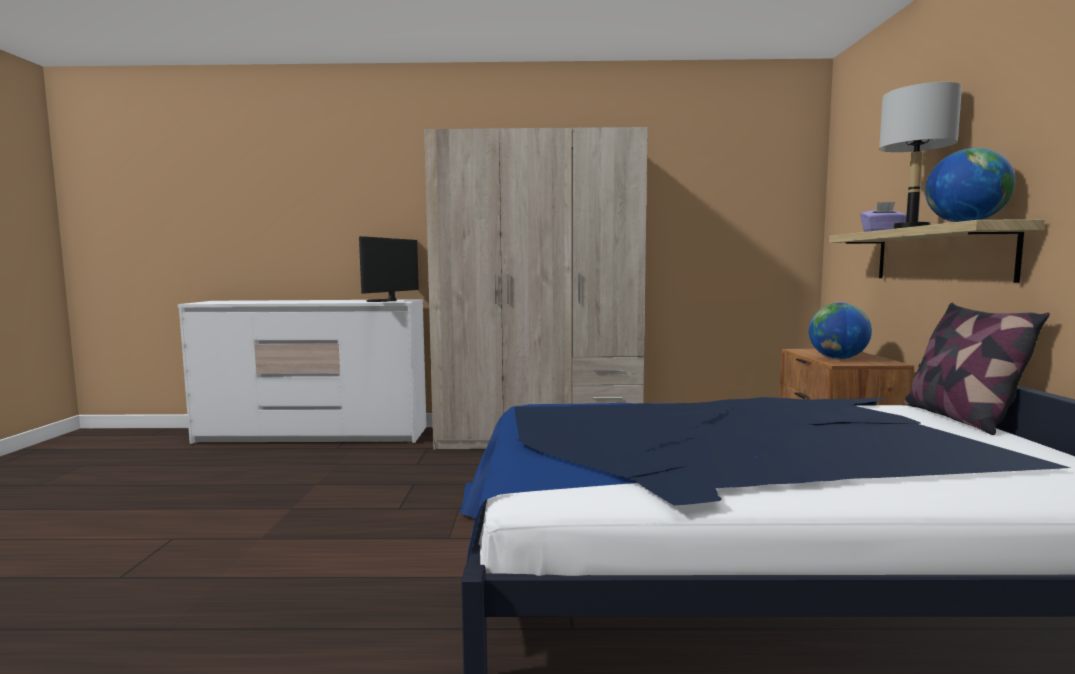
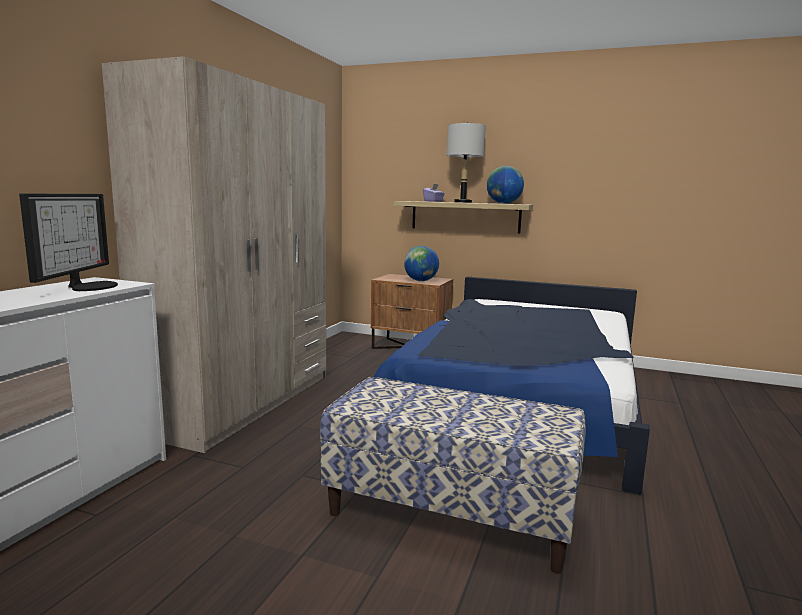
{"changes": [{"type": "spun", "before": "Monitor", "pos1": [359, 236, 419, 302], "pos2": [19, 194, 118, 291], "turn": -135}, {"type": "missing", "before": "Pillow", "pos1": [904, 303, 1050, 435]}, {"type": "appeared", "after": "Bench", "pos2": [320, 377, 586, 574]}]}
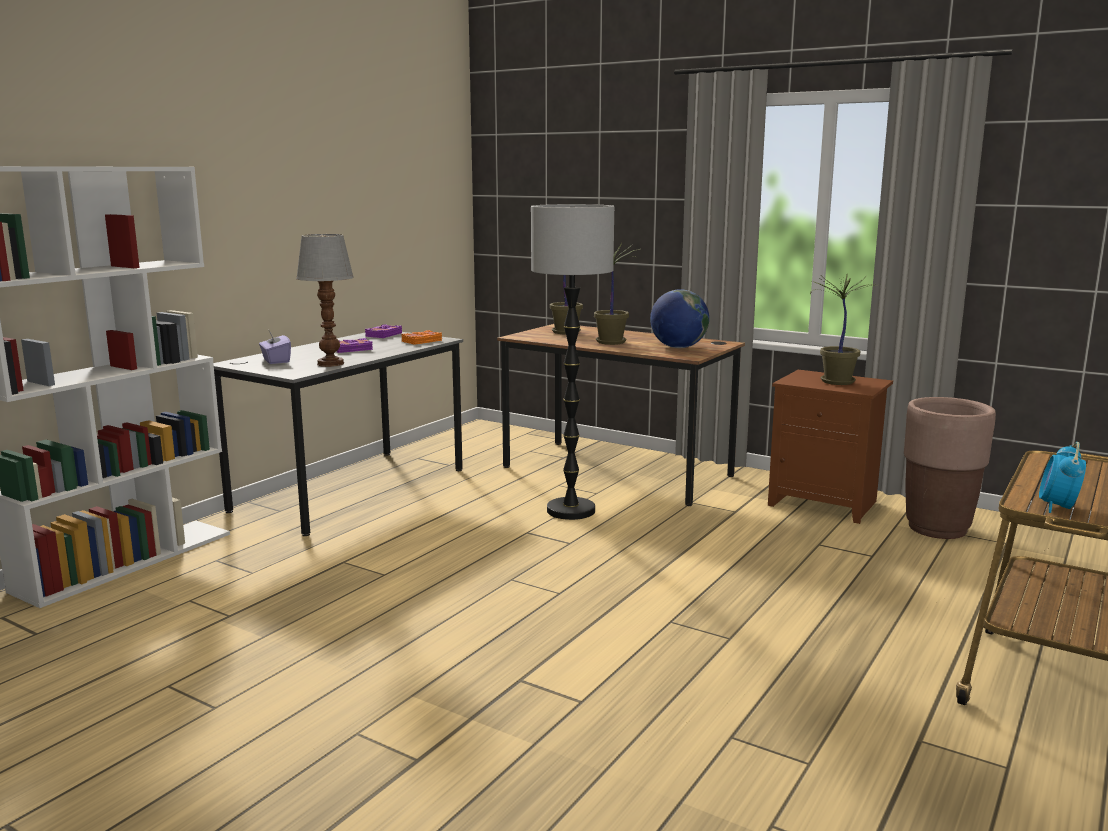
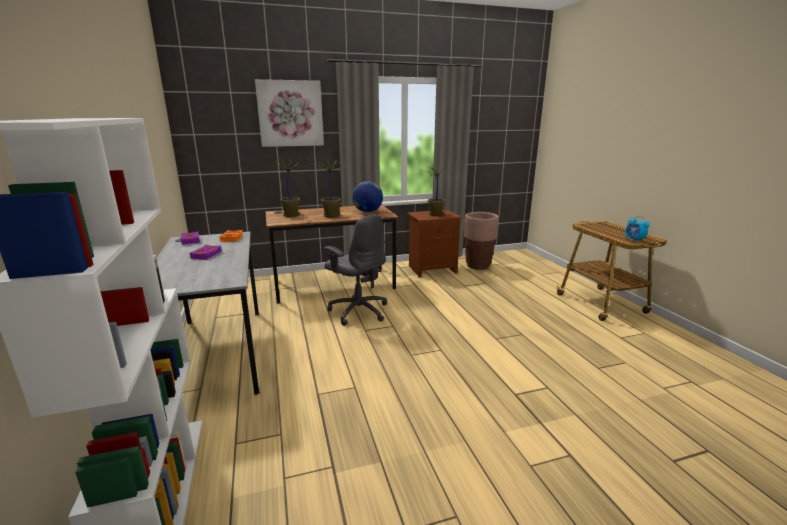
{"changes": [{"type": "missing", "before": "PurpleTissueBox", "pos1": [259, 329, 291, 364]}, {"type": "missing", "before": "TableLamp", "pos1": [296, 234, 354, 367]}, {"type": "exchanged", "before": "FloorLamp", "after": "GreyOfficeChair", "pos1": [531, 204, 614, 520], "pos2": [324, 214, 387, 326]}, {"type": "appeared", "after": "Picture", "pos2": [255, 79, 324, 147]}]}
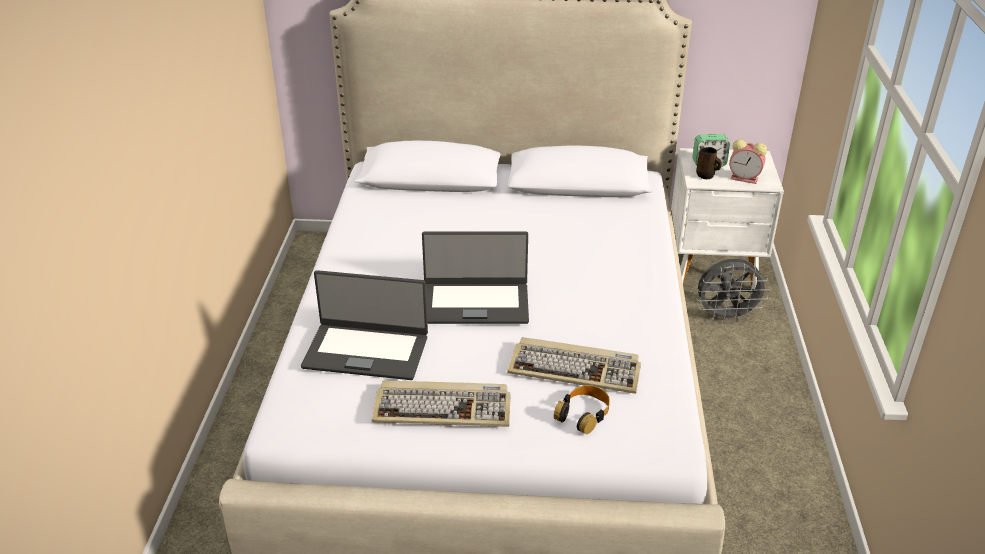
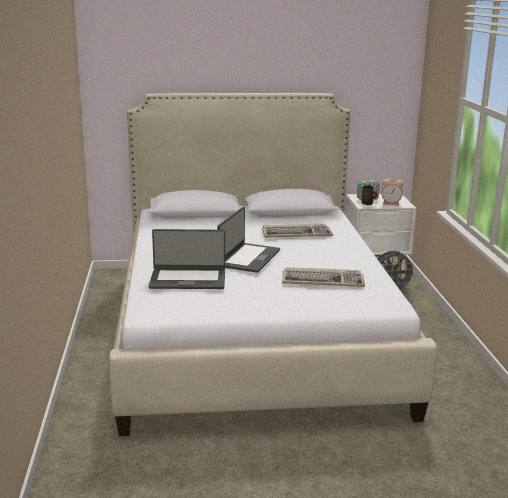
{"changes": [{"type": "relocated", "before": "Keyboard", "pos1": [372, 381, 511, 427], "pos2": [262, 224, 333, 237]}, {"type": "spun", "before": "Laptop", "pos1": [422, 231, 529, 324], "pos2": [217, 207, 280, 273], "turn": -60}, {"type": "missing", "before": "Headphones", "pos1": [554, 385, 610, 434]}]}
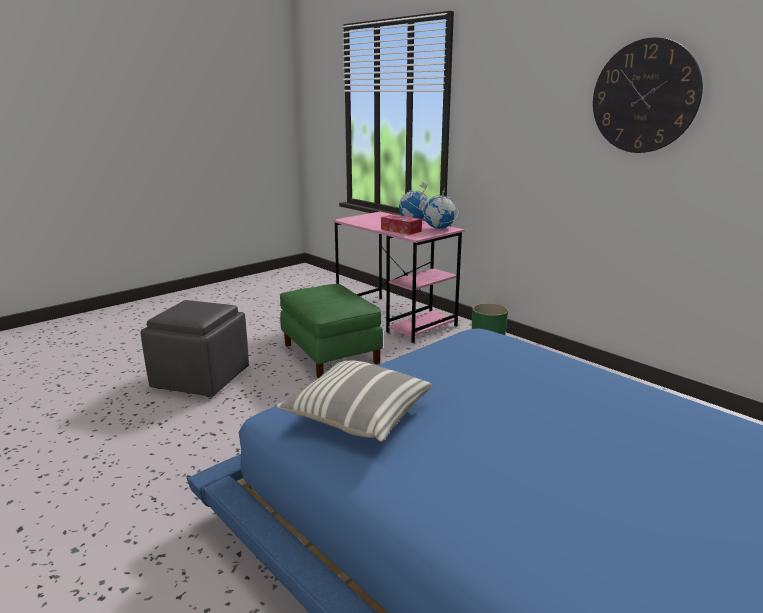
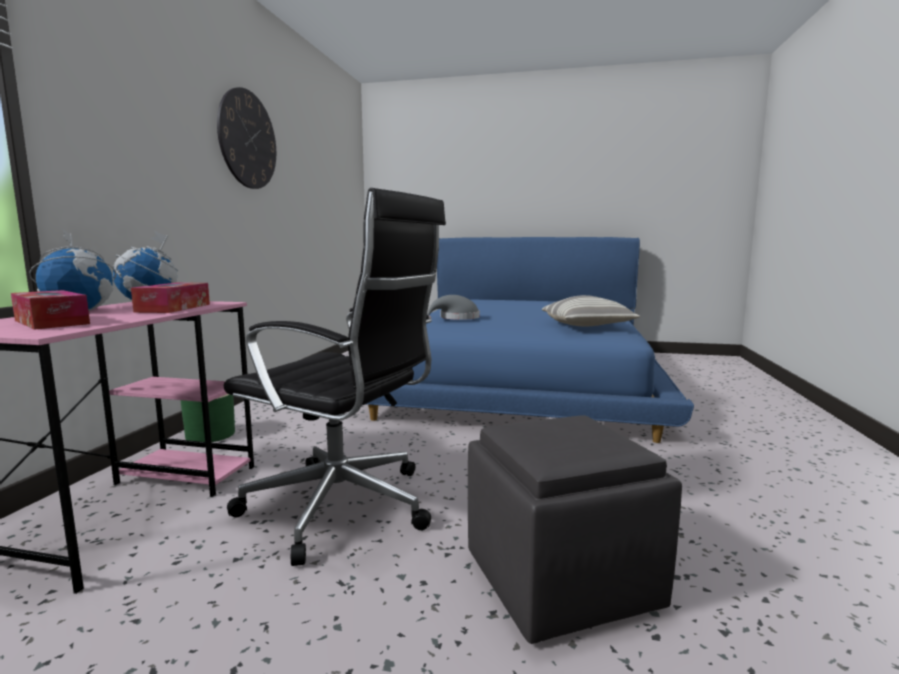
{"changes": [{"type": "exchanged", "before": "GreenOttoman", "after": "BlackOfficeChair", "pos1": [280, 284, 383, 378], "pos2": [224, 188, 446, 566]}, {"type": "appeared", "after": "TissueBox", "pos2": [11, 290, 90, 330]}, {"type": "appeared", "after": "GreyHat", "pos2": [428, 295, 480, 320]}]}
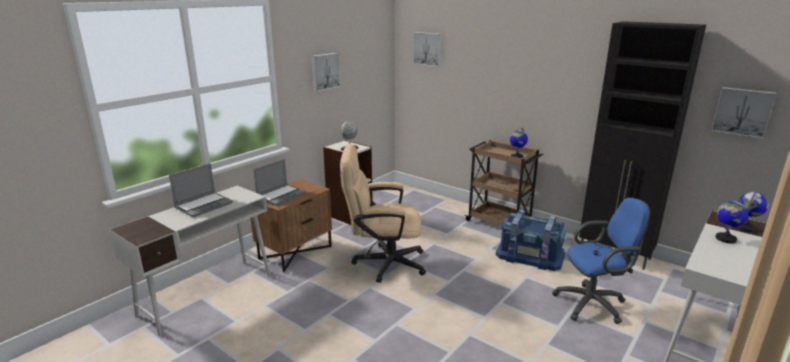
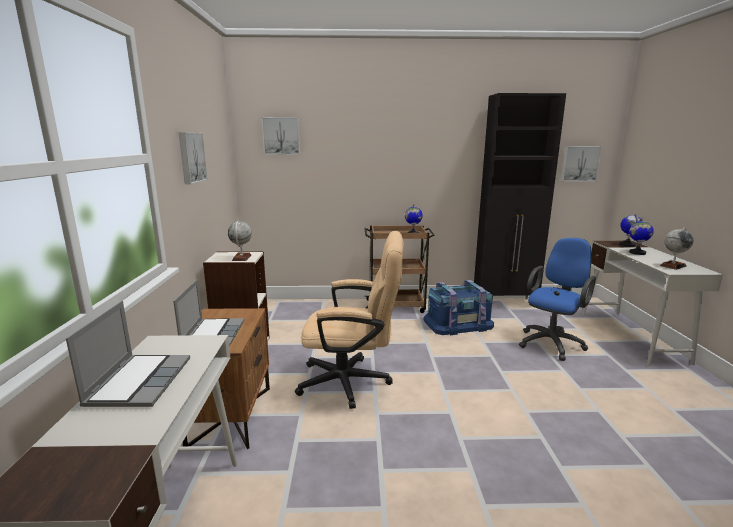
{"changes": [{"type": "spun", "before": "BeigeOfficeChair", "pos1": [340, 144, 426, 283], "pos2": [295, 231, 403, 409], "turn": -135}, {"type": "appeared", "after": "Globe", "pos2": [660, 228, 693, 270]}]}
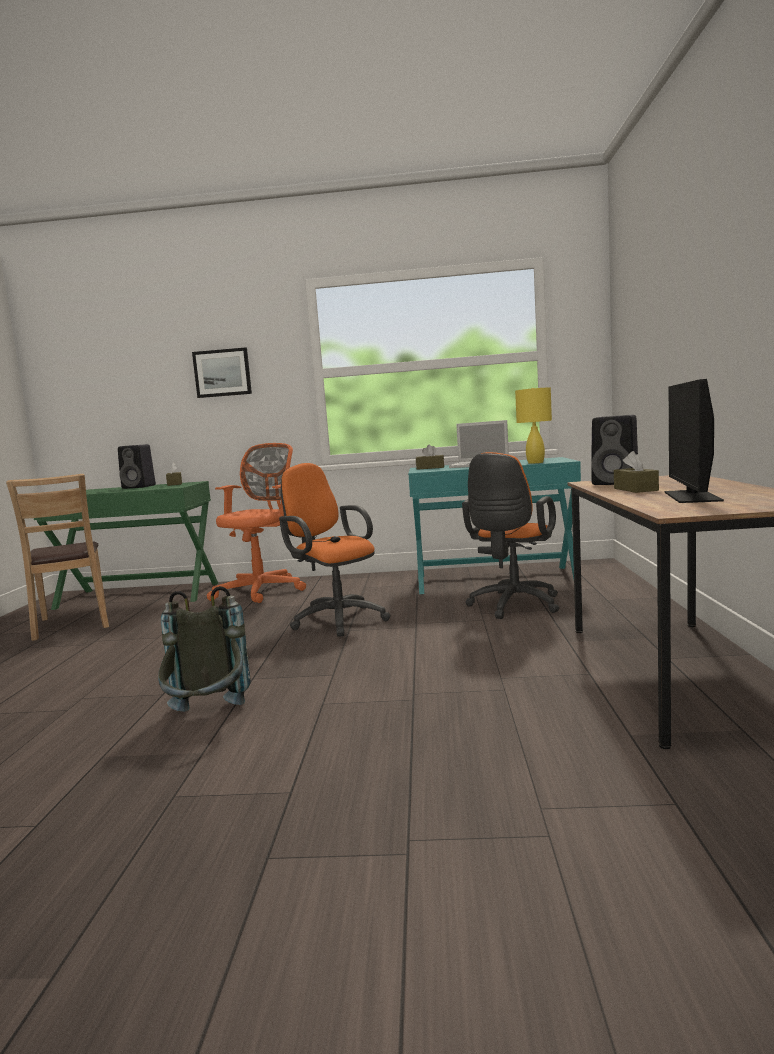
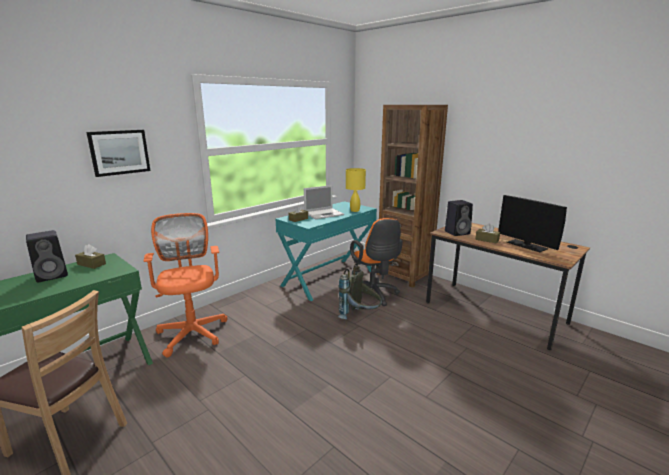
{"changes": [{"type": "relocated", "before": "GreyBackpack", "pos1": [158, 586, 251, 712], "pos2": [338, 263, 382, 319]}, {"type": "missing", "before": "OrangeOfficeChair", "pos1": [279, 463, 391, 637]}, {"type": "appeared", "after": "BrownBookcase", "pos2": [377, 105, 448, 288]}]}
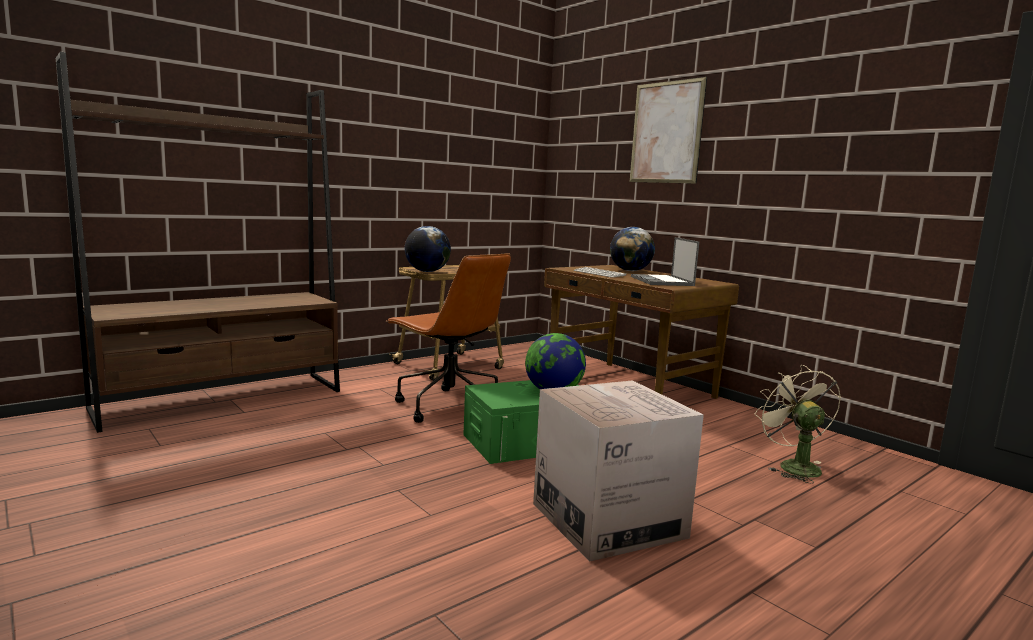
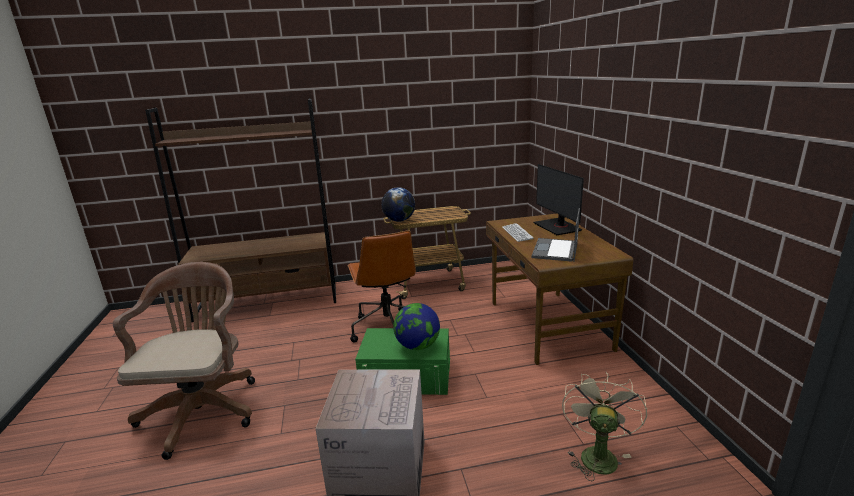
{"changes": [{"type": "exchanged", "before": "Globe", "after": "Monitor", "pos1": [610, 227, 655, 271], "pos2": [534, 164, 584, 235]}, {"type": "missing", "before": "Picture", "pos1": [630, 77, 707, 184]}, {"type": "appeared", "after": "BrownOfficeChair", "pos2": [113, 262, 255, 460]}]}
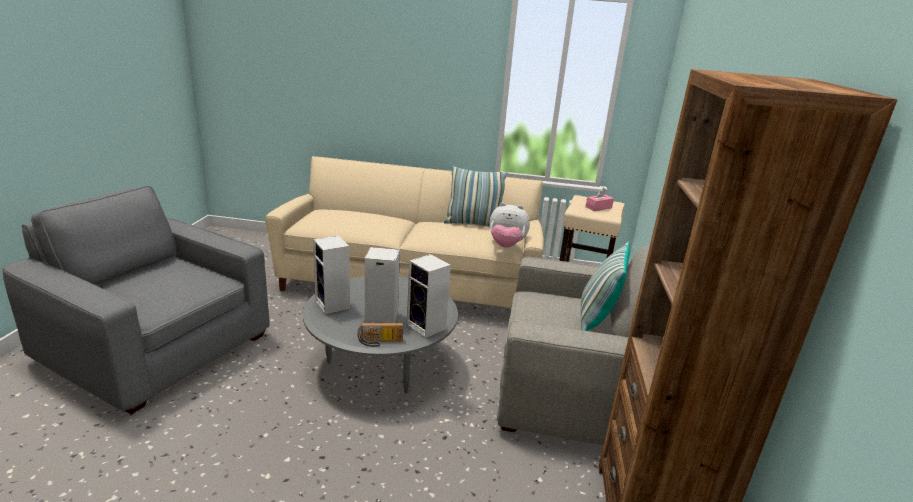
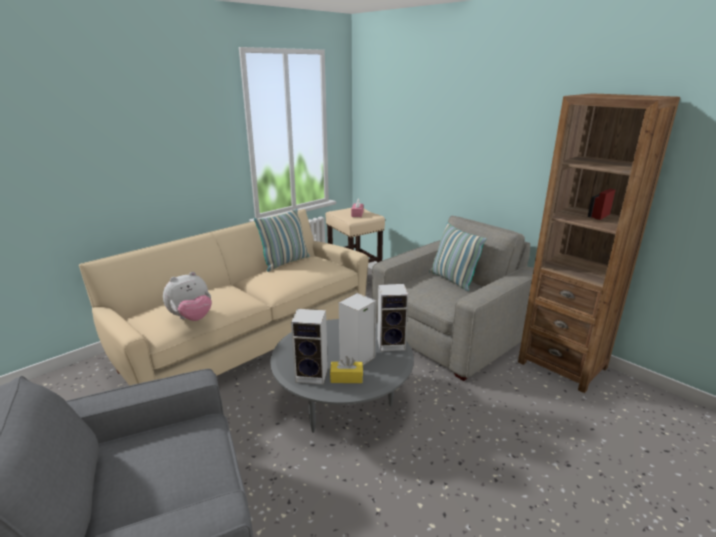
{"changes": [{"type": "missing", "before": "Radio", "pos1": [357, 323, 403, 347]}, {"type": "relocated", "before": "PlushToy", "pos1": [489, 203, 530, 248], "pos2": [163, 272, 212, 321]}, {"type": "appeared", "after": "YellowTissueBox", "pos2": [330, 356, 363, 383]}]}
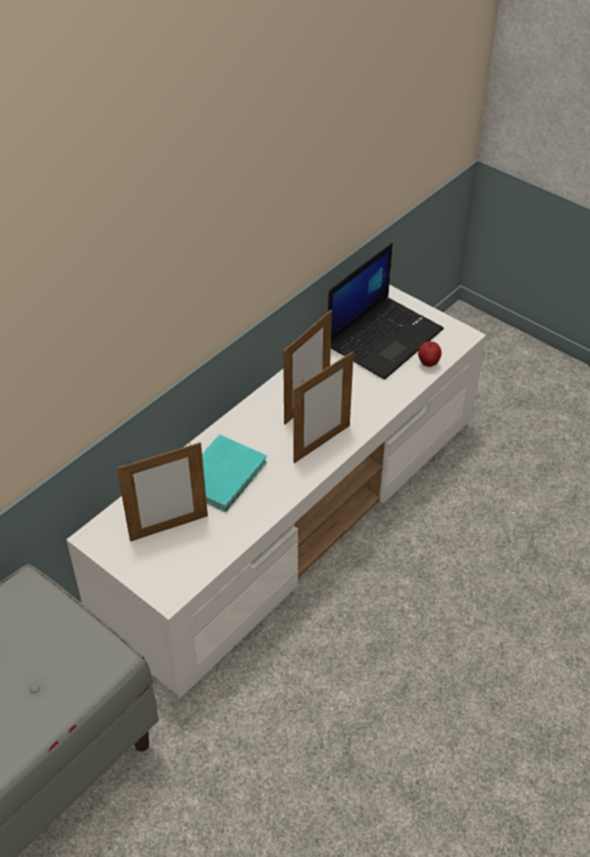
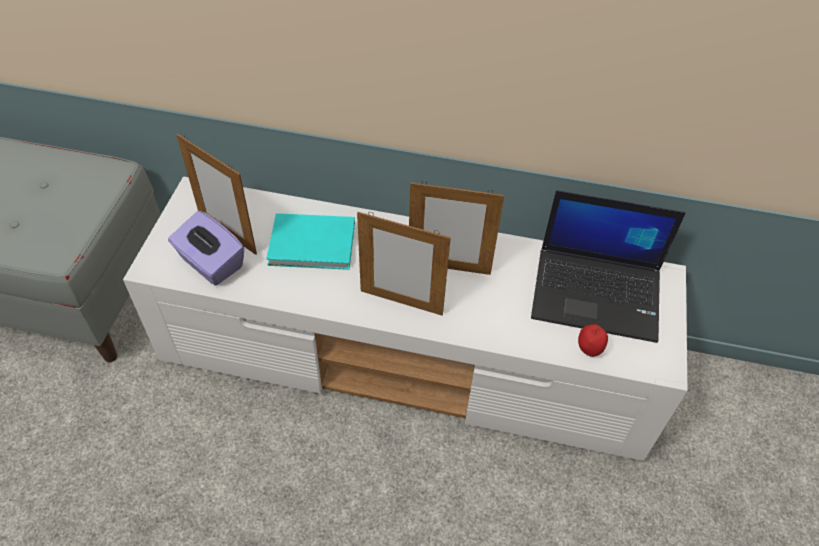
{"changes": [{"type": "appeared", "after": "PurpleTissueBox", "pos2": [168, 211, 244, 286]}]}
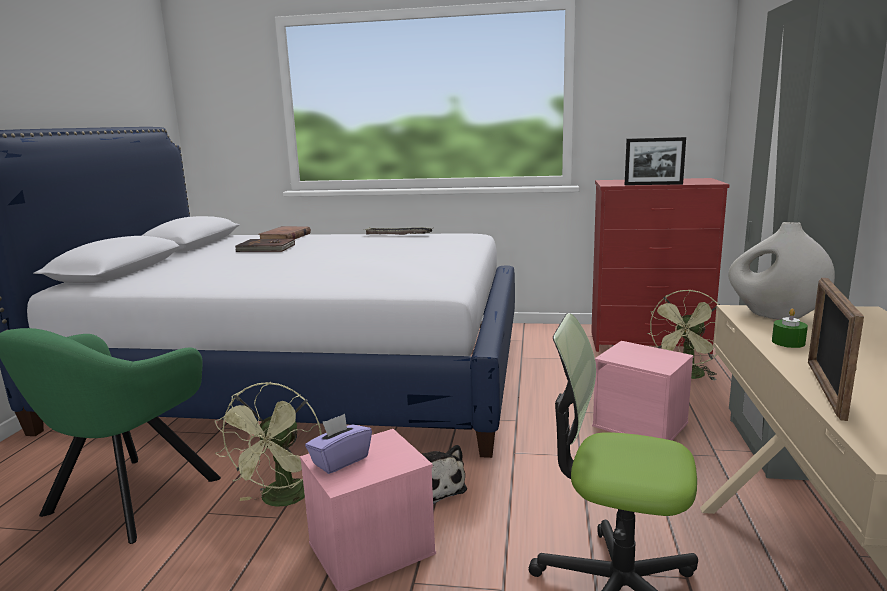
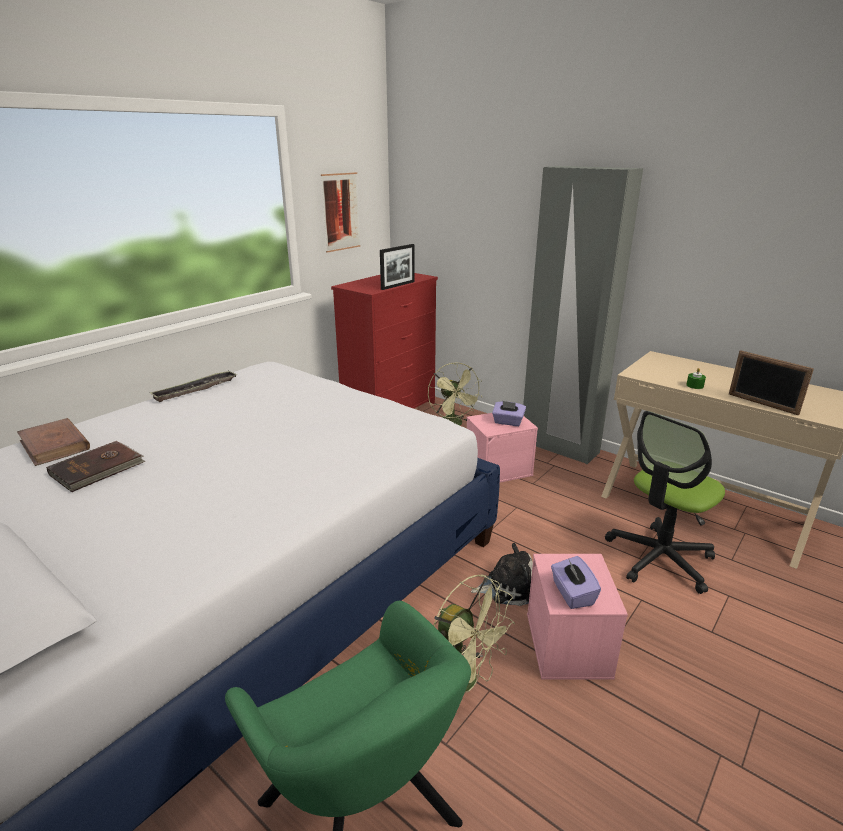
{"changes": [{"type": "missing", "before": "WhiteVase", "pos1": [728, 222, 835, 320]}, {"type": "appeared", "after": "Picture", "pos2": [321, 172, 360, 253]}, {"type": "appeared", "after": "PurpleTissueBox", "pos2": [492, 401, 526, 426]}]}
